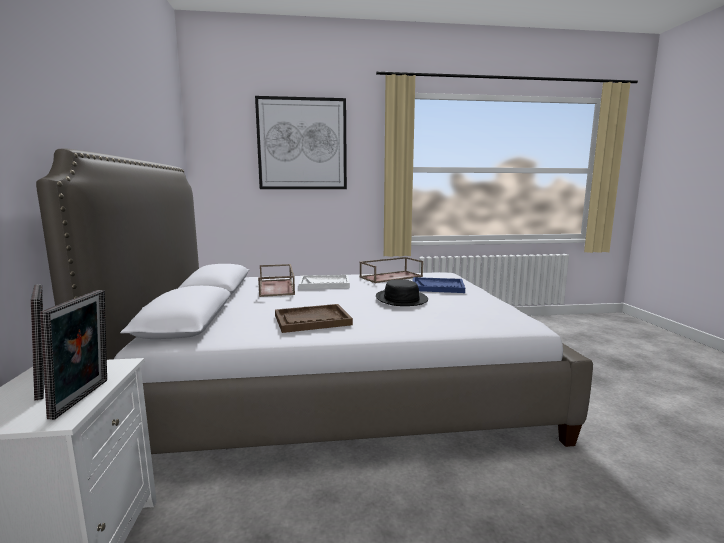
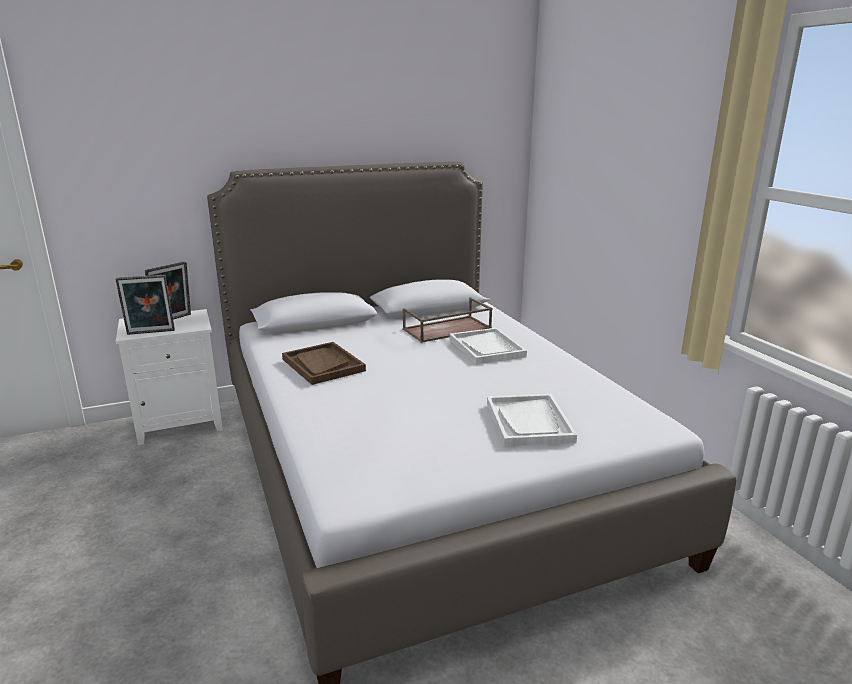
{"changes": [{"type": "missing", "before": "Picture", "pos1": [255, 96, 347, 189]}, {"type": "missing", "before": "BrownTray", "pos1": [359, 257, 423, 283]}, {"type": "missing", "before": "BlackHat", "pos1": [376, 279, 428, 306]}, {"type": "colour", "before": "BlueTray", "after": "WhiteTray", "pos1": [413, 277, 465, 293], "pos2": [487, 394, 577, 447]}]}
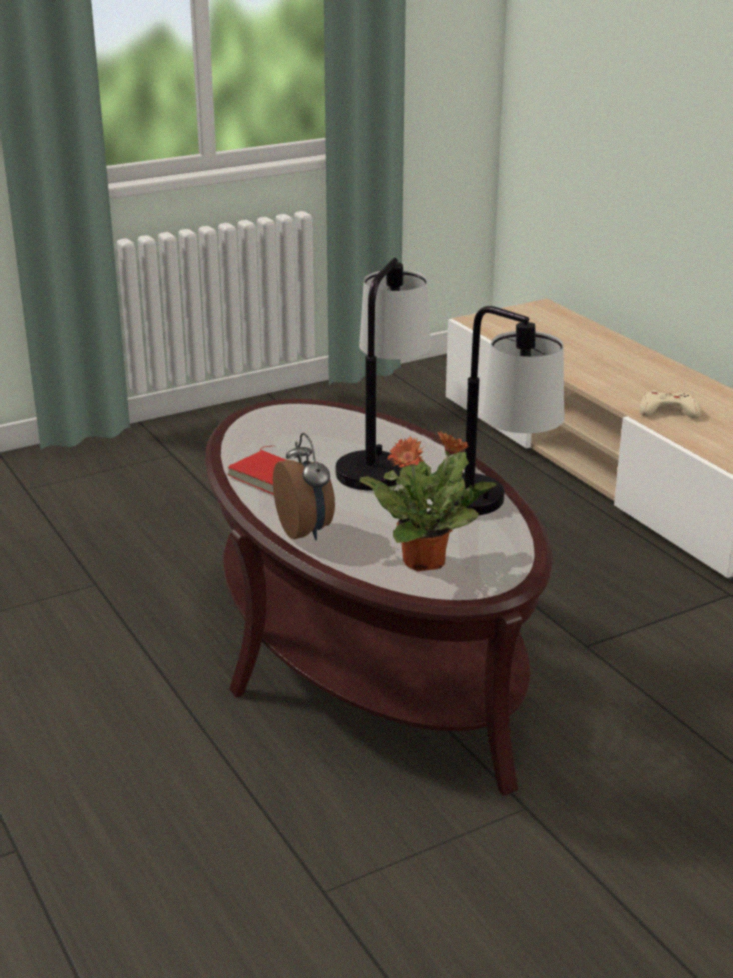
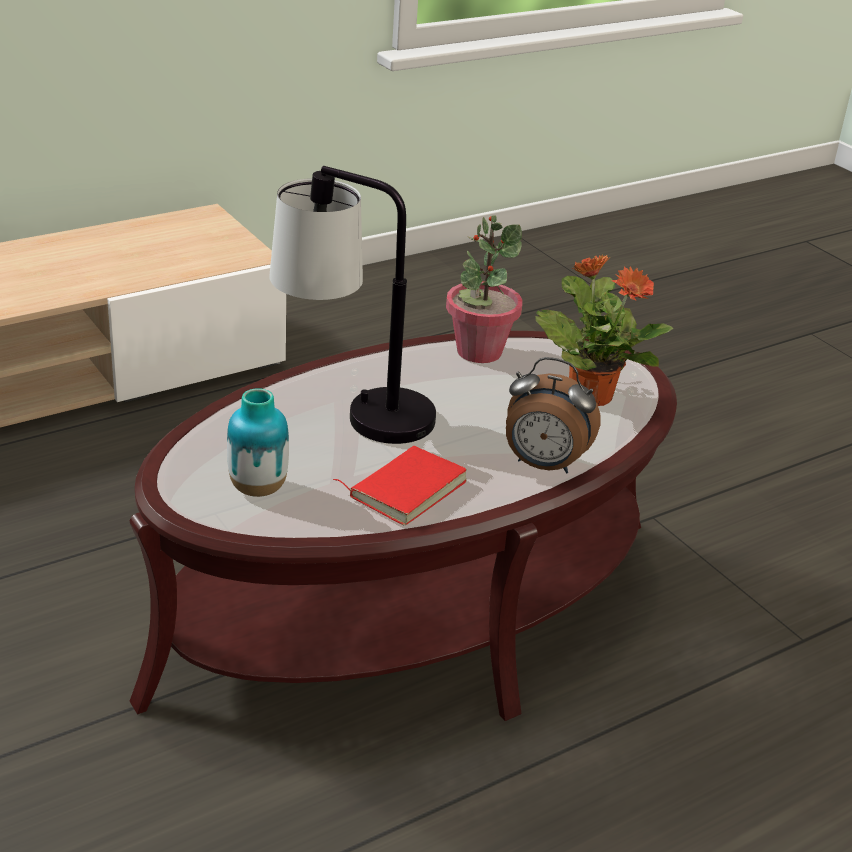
{"changes": [{"type": "spun", "before": "AlarmClock", "pos1": [273, 433, 335, 540], "pos2": [506, 357, 600, 473], "turn": -135}, {"type": "exchanged", "before": "TableLamp", "after": "PottedPlant", "pos1": [455, 306, 564, 515], "pos2": [446, 215, 523, 363]}, {"type": "missing", "before": "BeigeGameController", "pos1": [640, 390, 701, 419]}, {"type": "appeared", "after": "Vase", "pos2": [227, 388, 289, 497]}]}
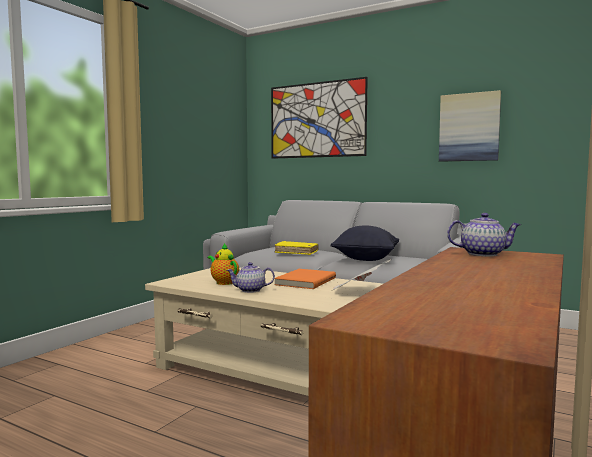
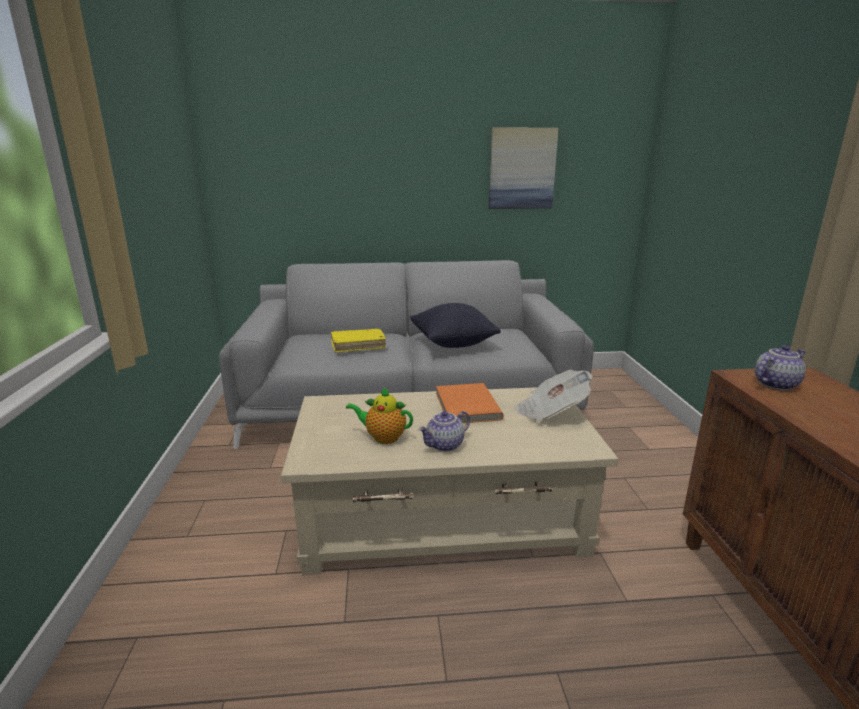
{"changes": [{"type": "missing", "before": "Picture", "pos1": [271, 77, 368, 159]}]}
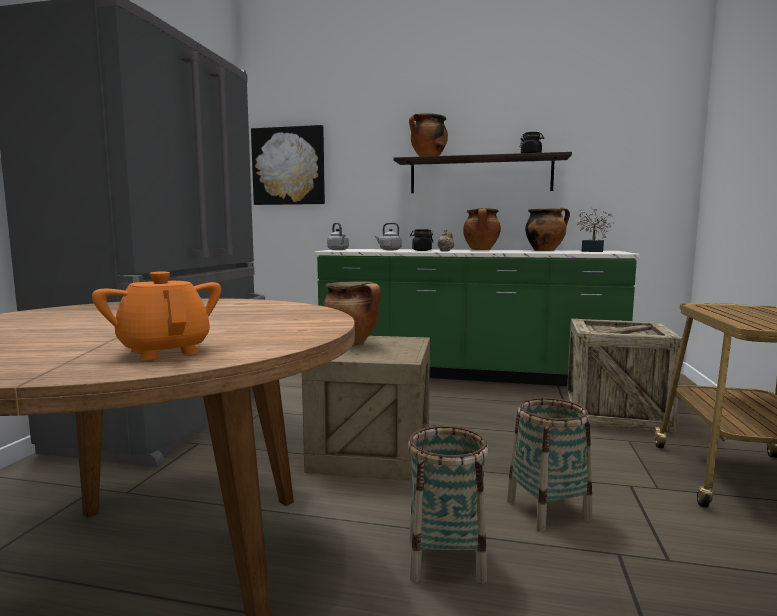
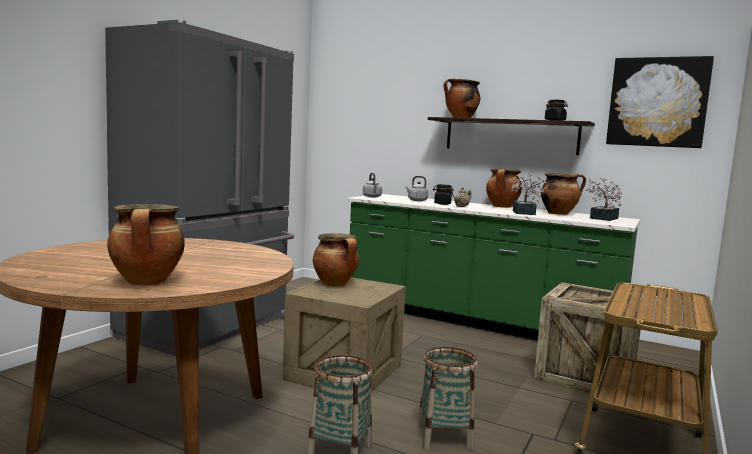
{"changes": [{"type": "exchanged", "before": "OrangeTeapot", "after": "CookingPot", "pos1": [92, 271, 221, 360], "pos2": [107, 204, 185, 285]}, {"type": "relocated", "before": "Picture", "pos1": [251, 125, 325, 205], "pos2": [606, 56, 714, 148]}, {"type": "appeared", "after": "PottedPlant", "pos2": [510, 174, 548, 215]}]}
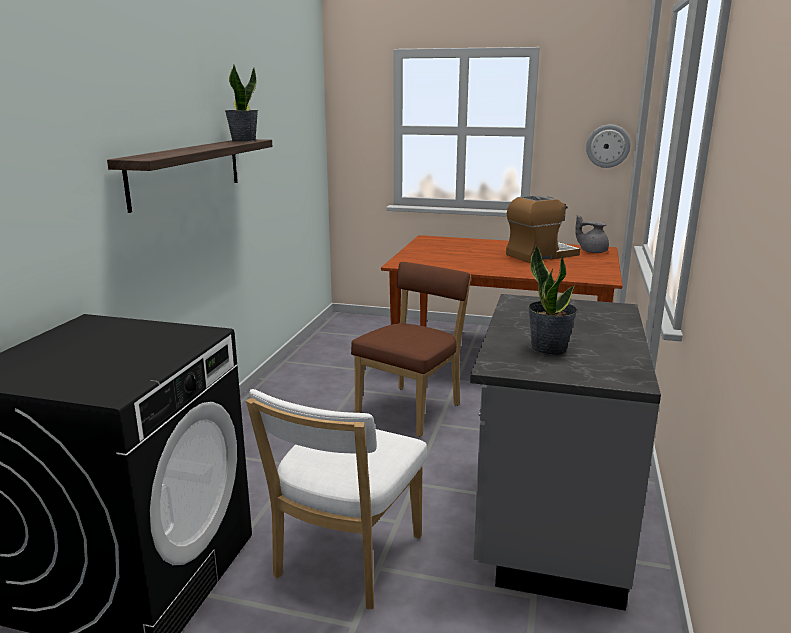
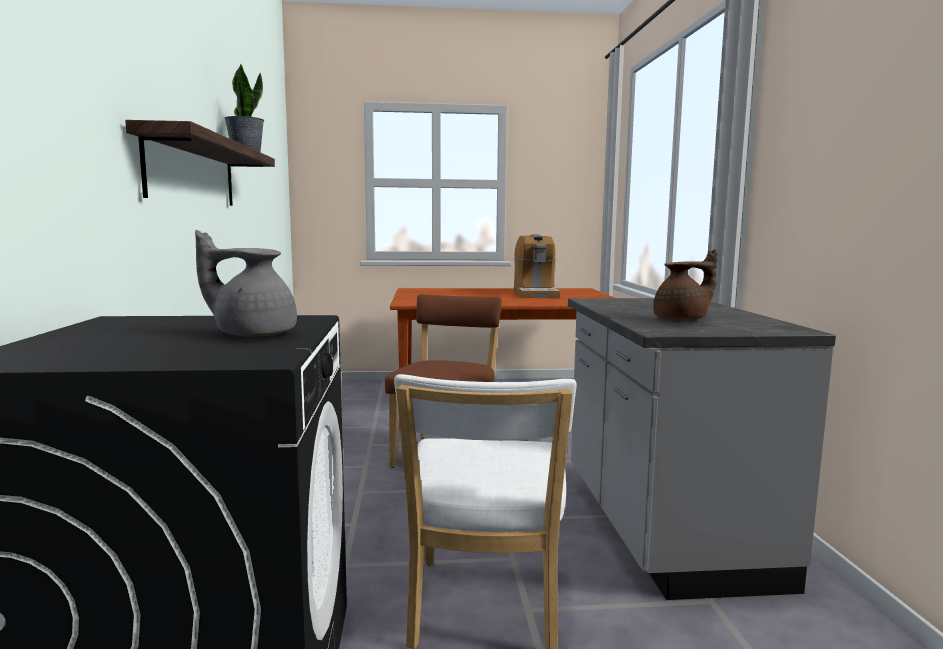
{"changes": [{"type": "spun", "before": "CoffeeMachine", "pos1": [506, 195, 580, 263], "pos2": [514, 234, 560, 298], "turn": 135}, {"type": "exchanged", "before": "PottedPlant", "after": "BrownTeapot", "pos1": [528, 245, 578, 355], "pos2": [653, 249, 718, 321]}, {"type": "relocated", "before": "GreyTeapot", "pos1": [575, 215, 609, 253], "pos2": [195, 230, 297, 337]}, {"type": "missing", "before": "WallClock", "pos1": [586, 124, 631, 168]}]}
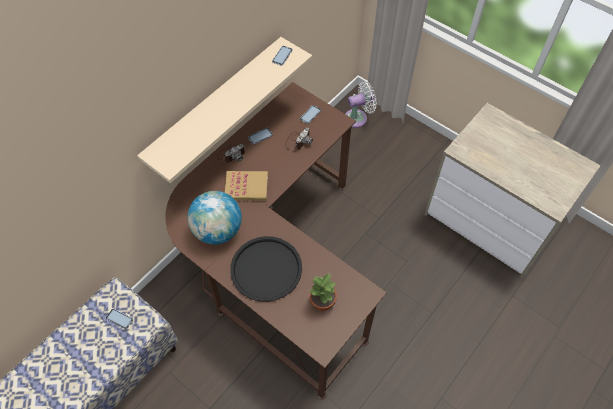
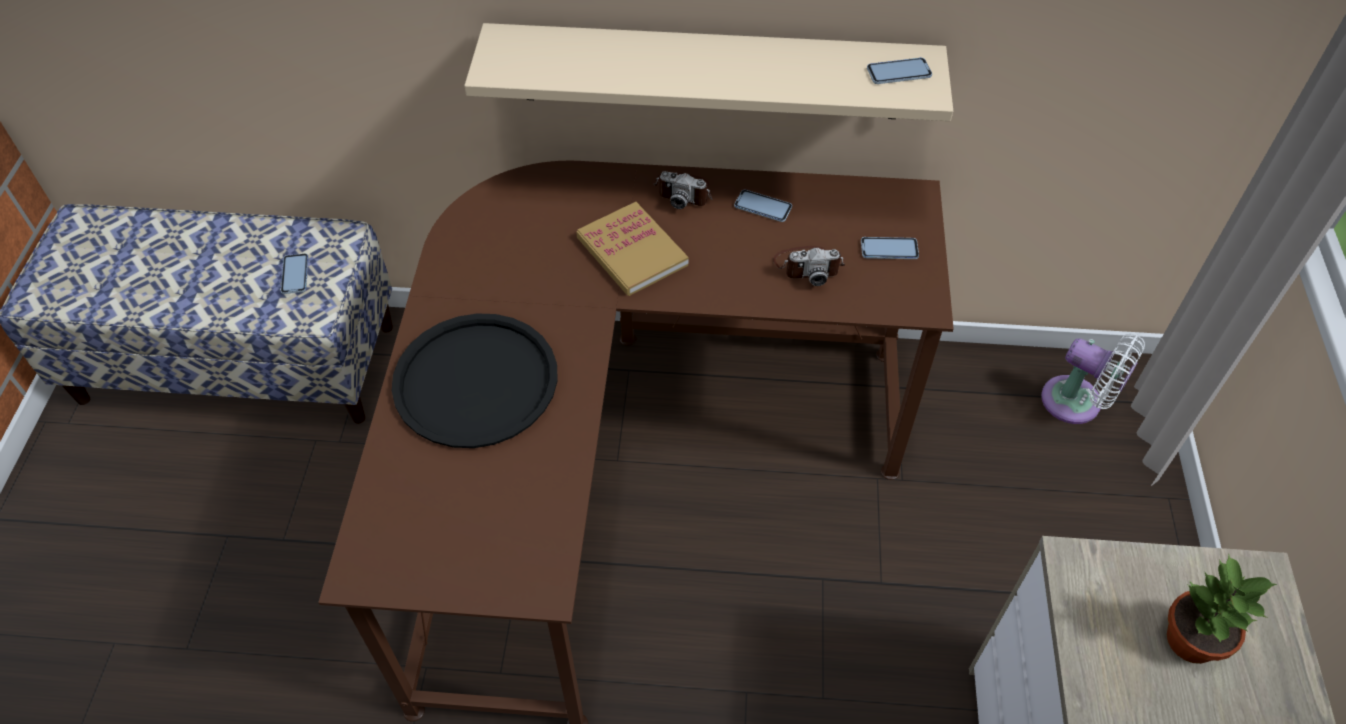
{"changes": [{"type": "missing", "before": "Globe", "pos1": [187, 191, 242, 244]}, {"type": "relocated", "before": "PottedPlant", "pos1": [309, 274, 337, 311], "pos2": [1167, 555, 1277, 664]}]}
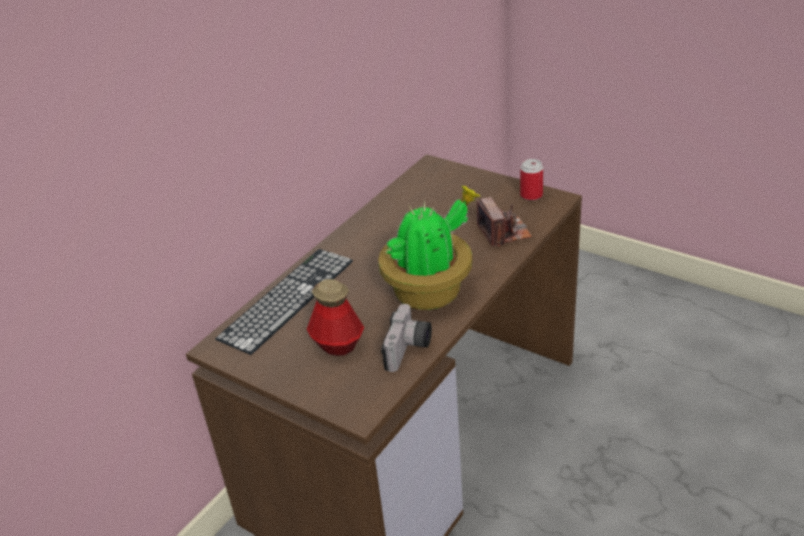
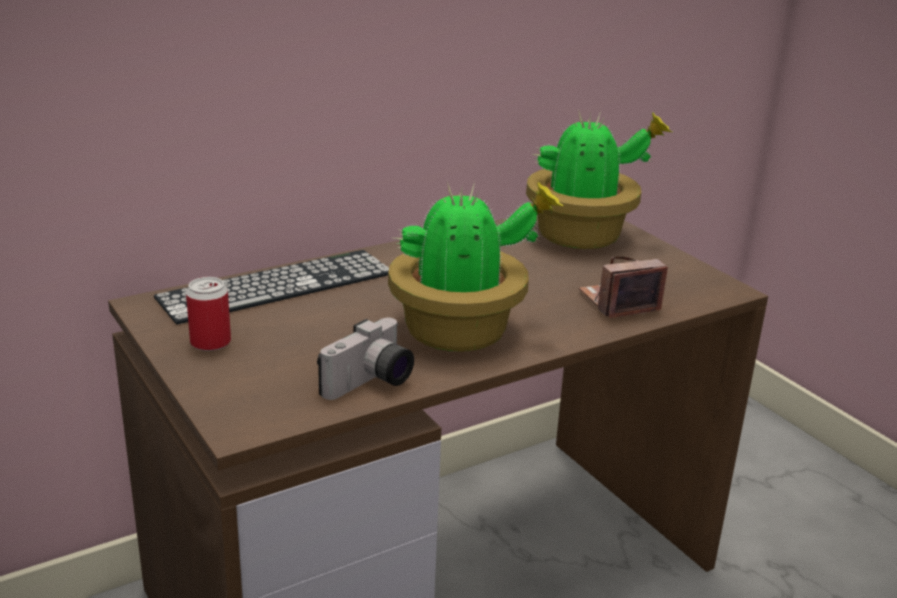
{"changes": [{"type": "missing", "before": "Bottle", "pos1": [307, 279, 365, 356]}, {"type": "spun", "before": "PhotoCamera", "pos1": [477, 197, 532, 247], "pos2": [579, 257, 668, 318], "turn": -120}, {"type": "relocated", "before": "Can", "pos1": [520, 159, 544, 201], "pos2": [186, 277, 231, 351]}, {"type": "appeared", "after": "PottedPlant", "pos2": [526, 111, 672, 249]}]}
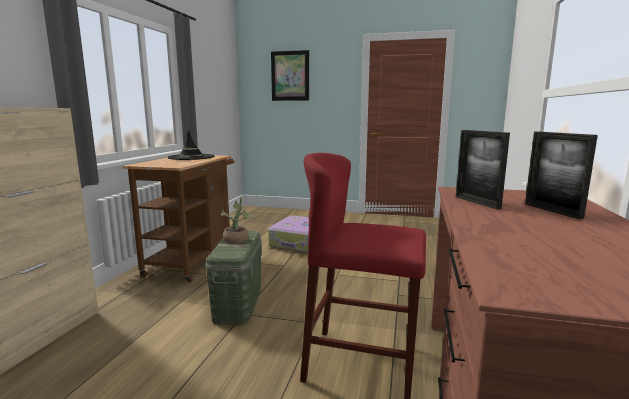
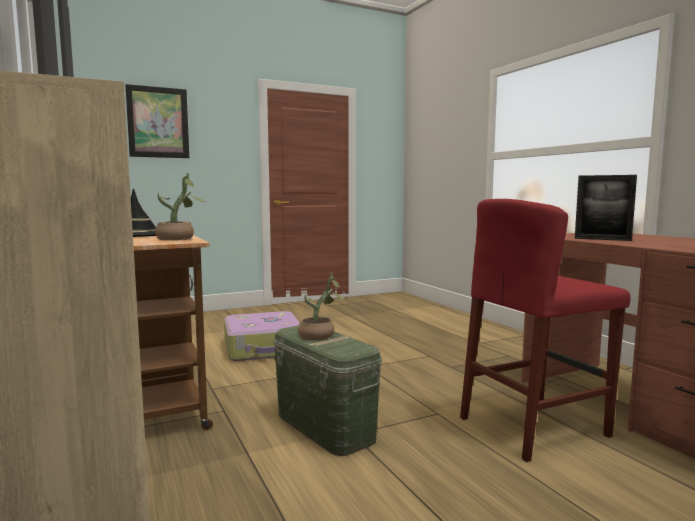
{"changes": [{"type": "missing", "before": "PictureFrame", "pos1": [525, 132, 598, 219]}, {"type": "appeared", "after": "PottedPlant", "pos2": [155, 173, 205, 240]}]}
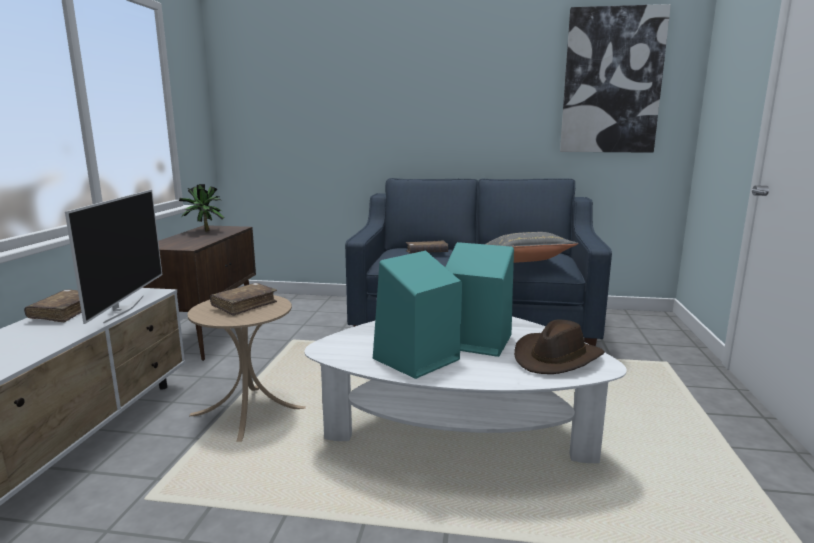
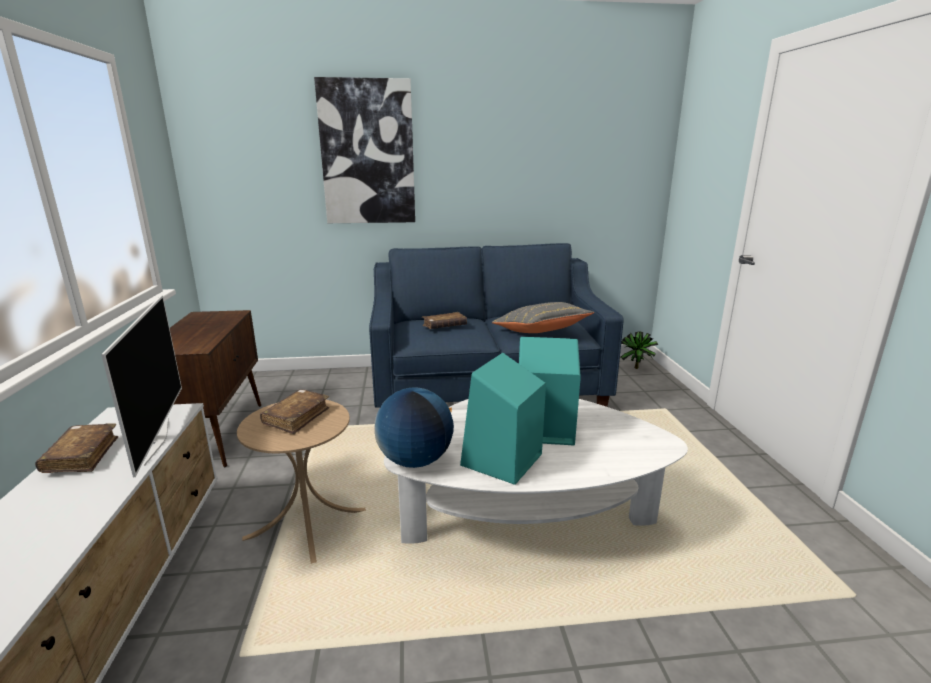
{"changes": [{"type": "relocated", "before": "PottedPlant", "pos1": [179, 184, 224, 232], "pos2": [620, 331, 658, 369]}, {"type": "missing", "before": "BrownHat", "pos1": [514, 320, 605, 374]}, {"type": "relocated", "before": "Picture", "pos1": [560, 4, 671, 153], "pos2": [314, 77, 415, 223]}, {"type": "appeared", "after": "Globe", "pos2": [375, 387, 454, 468]}]}
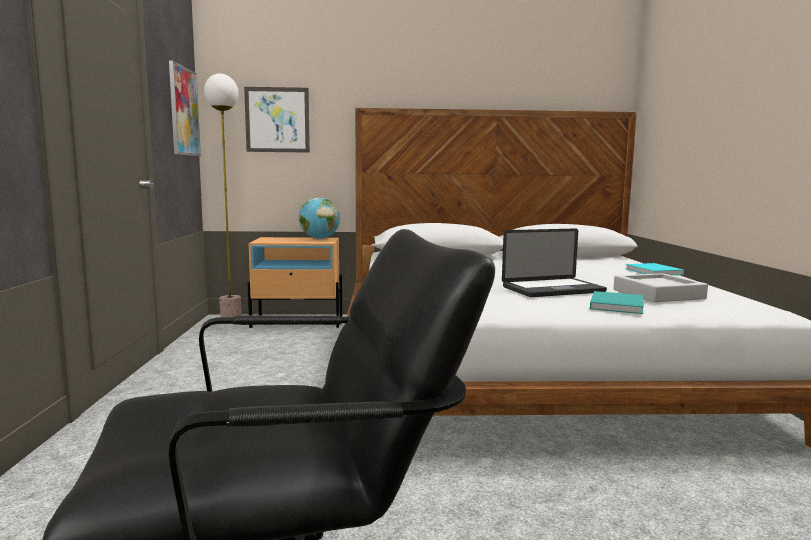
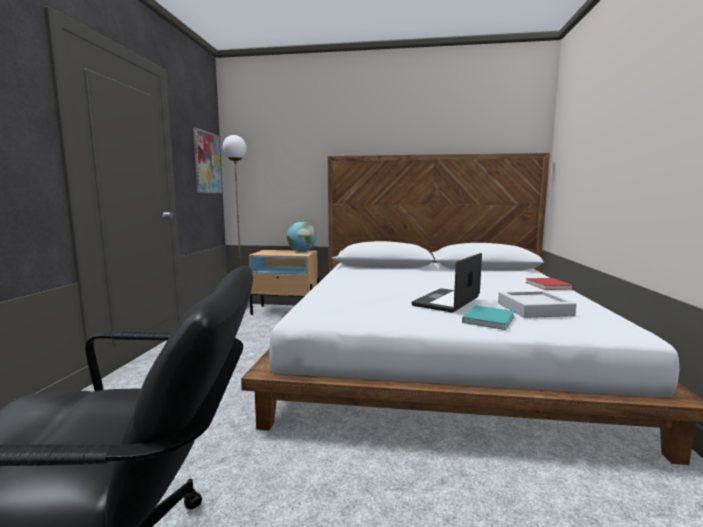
{"changes": [{"type": "missing", "before": "Picture", "pos1": [244, 87, 310, 153]}, {"type": "spun", "before": "Laptop", "pos1": [502, 228, 607, 297], "pos2": [412, 253, 482, 313], "turn": 135}, {"type": "colour", "before": "TurquoiseBook", "after": "RedBook", "pos1": [626, 263, 684, 275], "pos2": [526, 278, 574, 290]}]}
